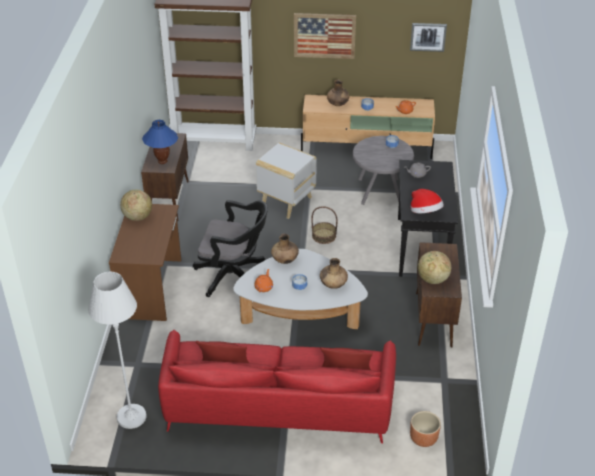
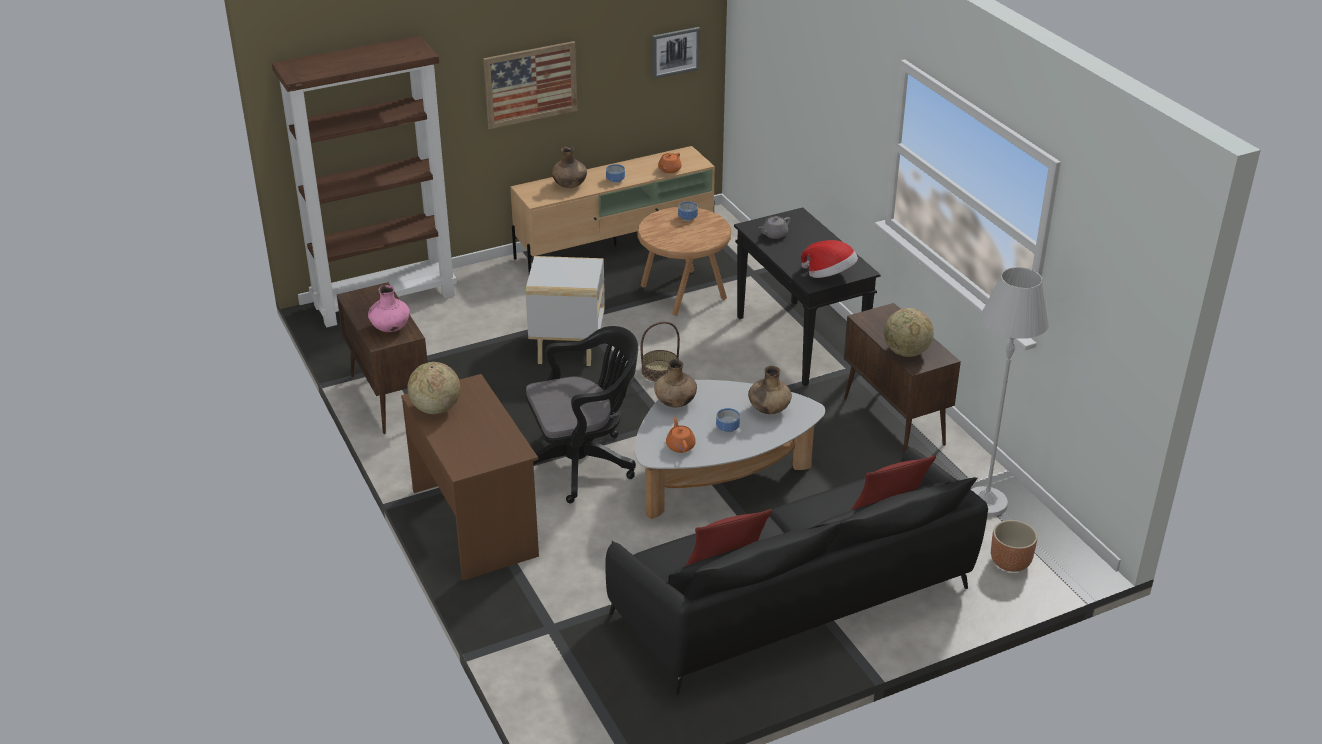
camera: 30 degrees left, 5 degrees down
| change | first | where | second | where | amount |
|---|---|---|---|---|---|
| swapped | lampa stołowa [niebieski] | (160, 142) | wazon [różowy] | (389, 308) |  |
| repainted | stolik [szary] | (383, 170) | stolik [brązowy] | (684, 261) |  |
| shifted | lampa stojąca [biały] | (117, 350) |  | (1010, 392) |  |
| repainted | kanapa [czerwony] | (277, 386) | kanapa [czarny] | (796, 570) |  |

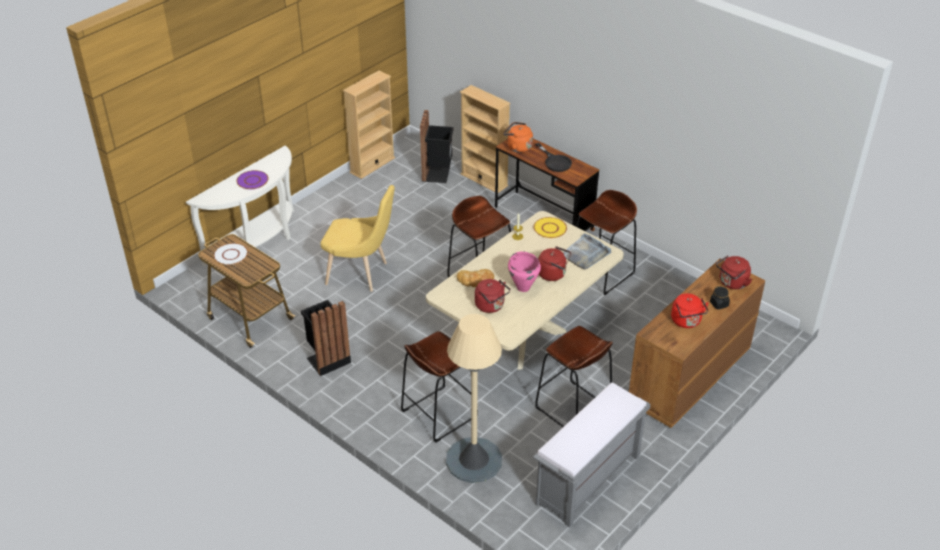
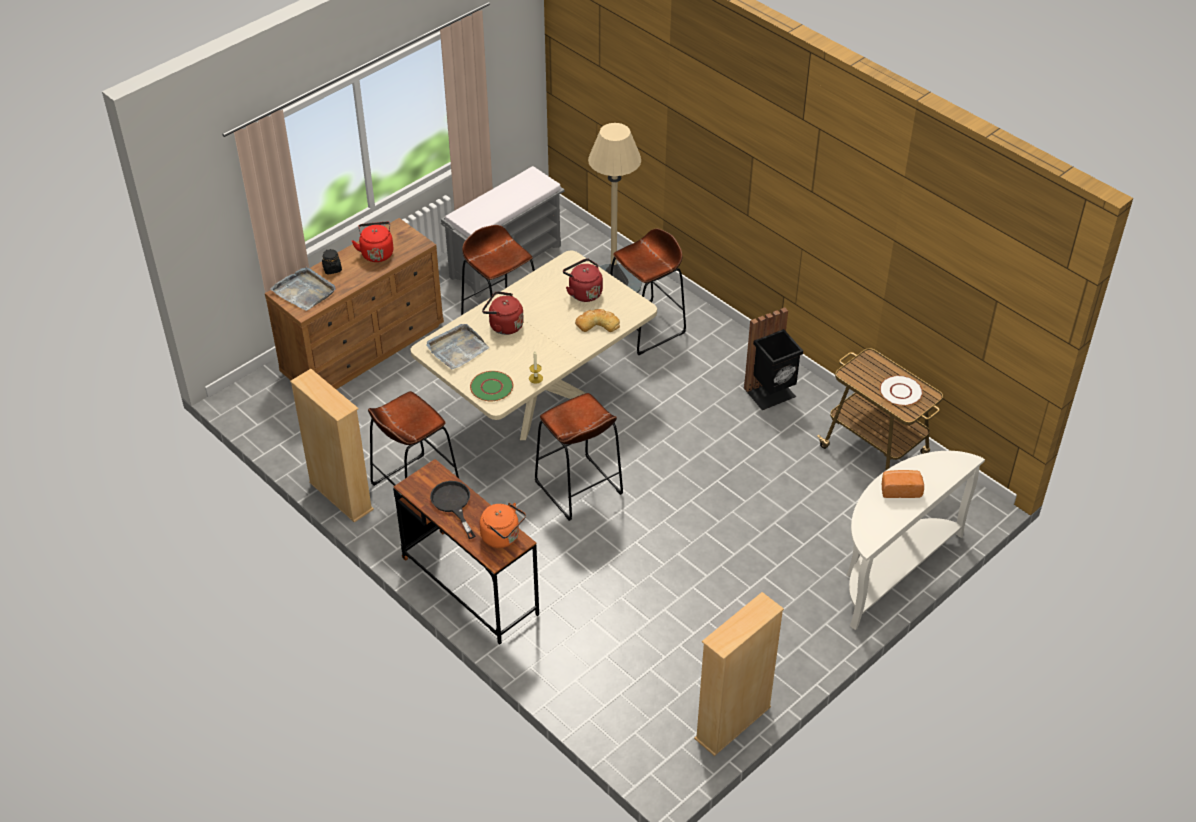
camera: 175 degrees left, 5 degrees up
| change | first | where | second | where | amount |
|---|---|---|---|---|---|
| shifted | regał [beżowy] | (485, 139) |  | (332, 445) |  |
| gone | kosz na śmieci [czarny] | (436, 146) |  |  |  |
| swapped | talerz [fioletowy] | (252, 179) | chleb | (903, 484) |  |
| gone | krzesło [żółty] | (357, 238) |  |  |  |
| repainted | talerz [żółty] | (550, 227) | talerz [zielony] | (491, 386) |  |
| gone | garnek [różowy] | (524, 271) |  |  |  |
| swapped | czajnik [czerwony] | (734, 272) | taca [szary] | (302, 289) |  |

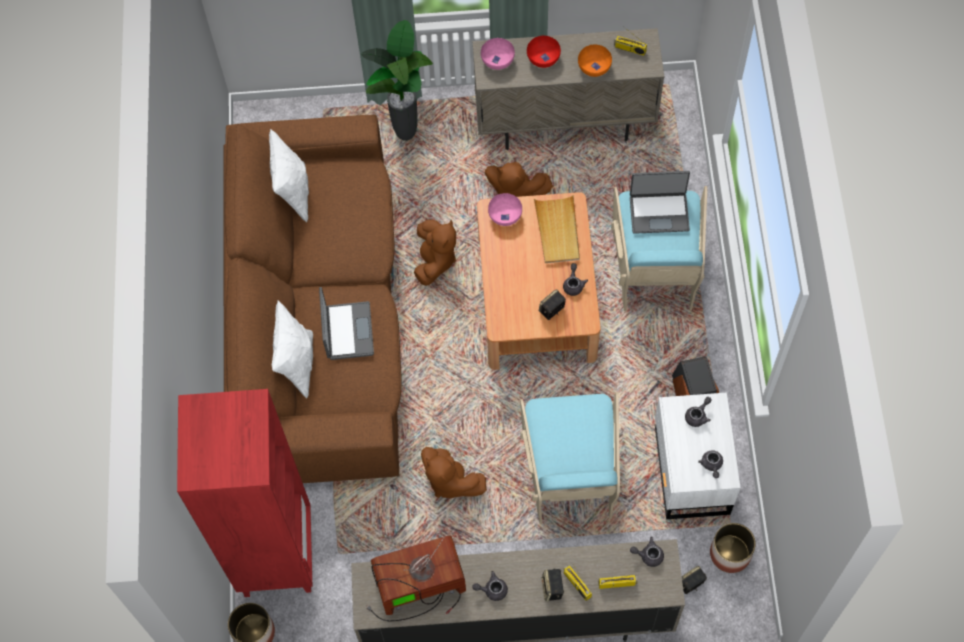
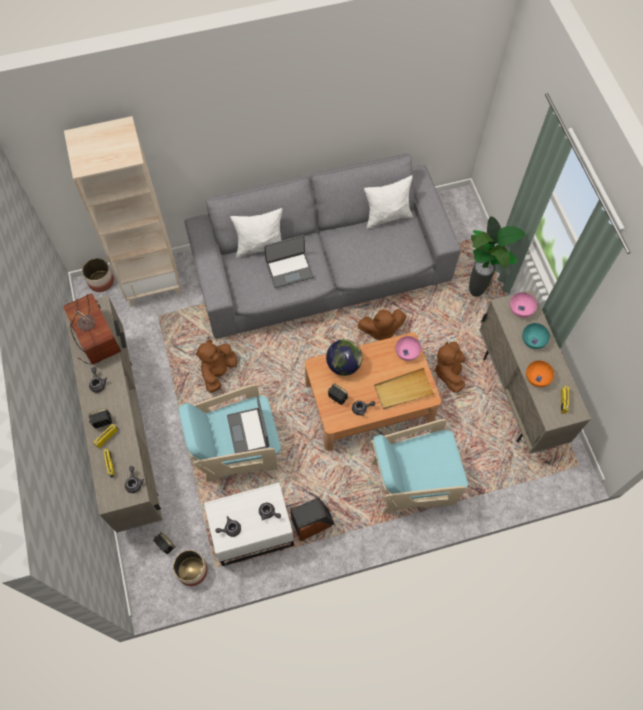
camera: 75 degrees right, 0 degrees up
| change | first | where | second | where | amount |
|---|---|---|---|---|---|
| repainted | miska [czerwony] | (544, 52) | miska [turkusowy] | (536, 336) |  |
| repainted | kanapa [brązowy] | (312, 299) | kanapa [szary] | (322, 246) |  |
| shifted | laptop | (660, 202) |  | (248, 424) |  |
| repainted | regał [czerwony] | (245, 493) | regał [beżowy] | (123, 211) |  |
| new |  |  | globus | (344, 357) |  |

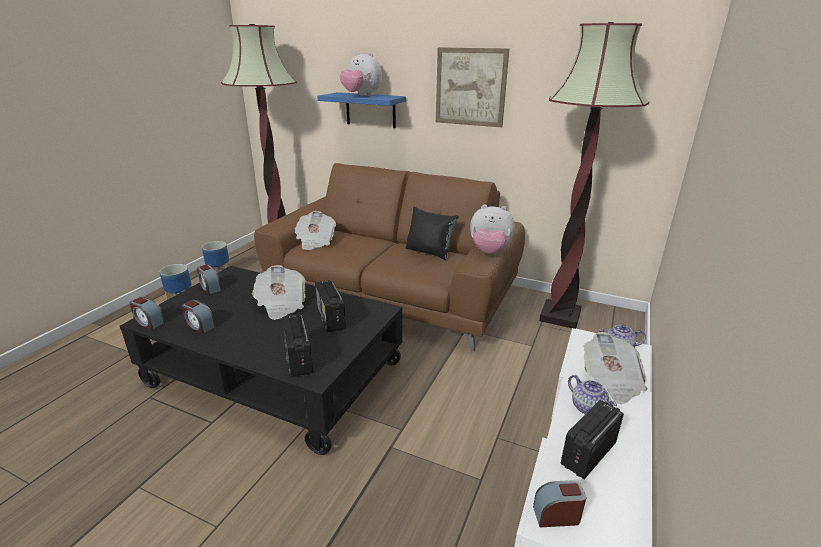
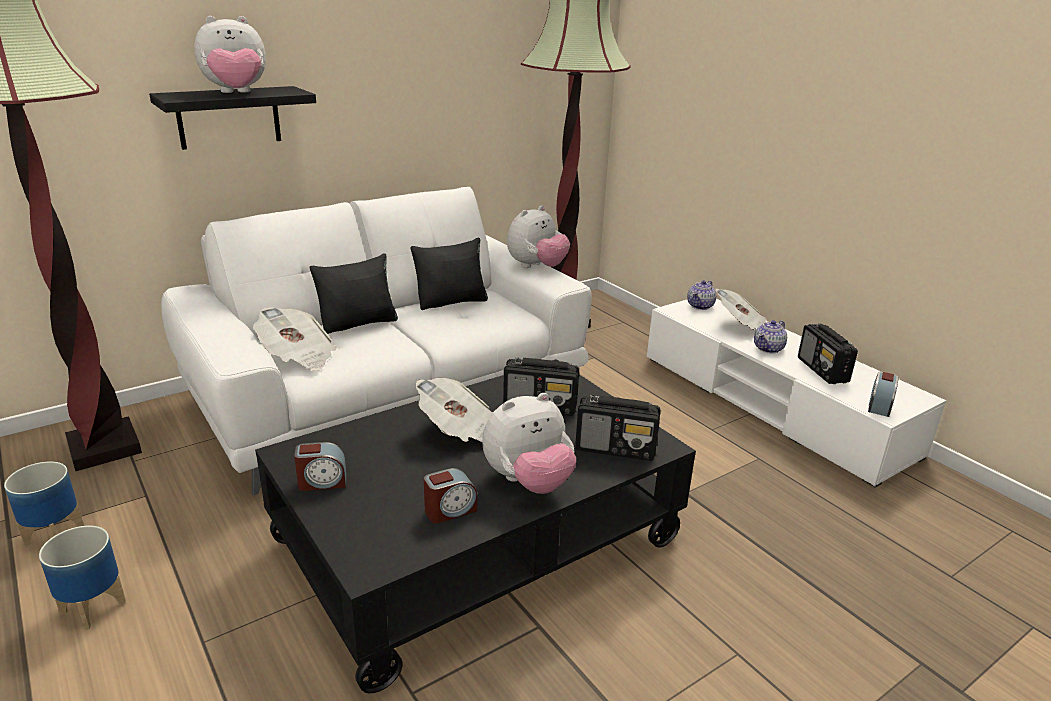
camera: 60 degrees left, 0 degrees up
| change | first | where | second | where | amount |
|---|---|---|---|---|---|
| gone | obraz | (472, 87) |  |  |  |
| repainted | półka [niebieski] | (361, 110) | półka [czarny] | (232, 118) |  |
| repainted | kanapa [brązowy] | (389, 257) | kanapa [biały] | (376, 341) |  |
| gone | budzik | (147, 313) |  |  |  |
| rotated | imbryk | (592, 394) |  | (770, 336) | 135 degrees clockwise |
| new |  |  | poduszka [czarny] | (353, 293) |  |
| new |  |  | pluszak | (529, 443) |  |

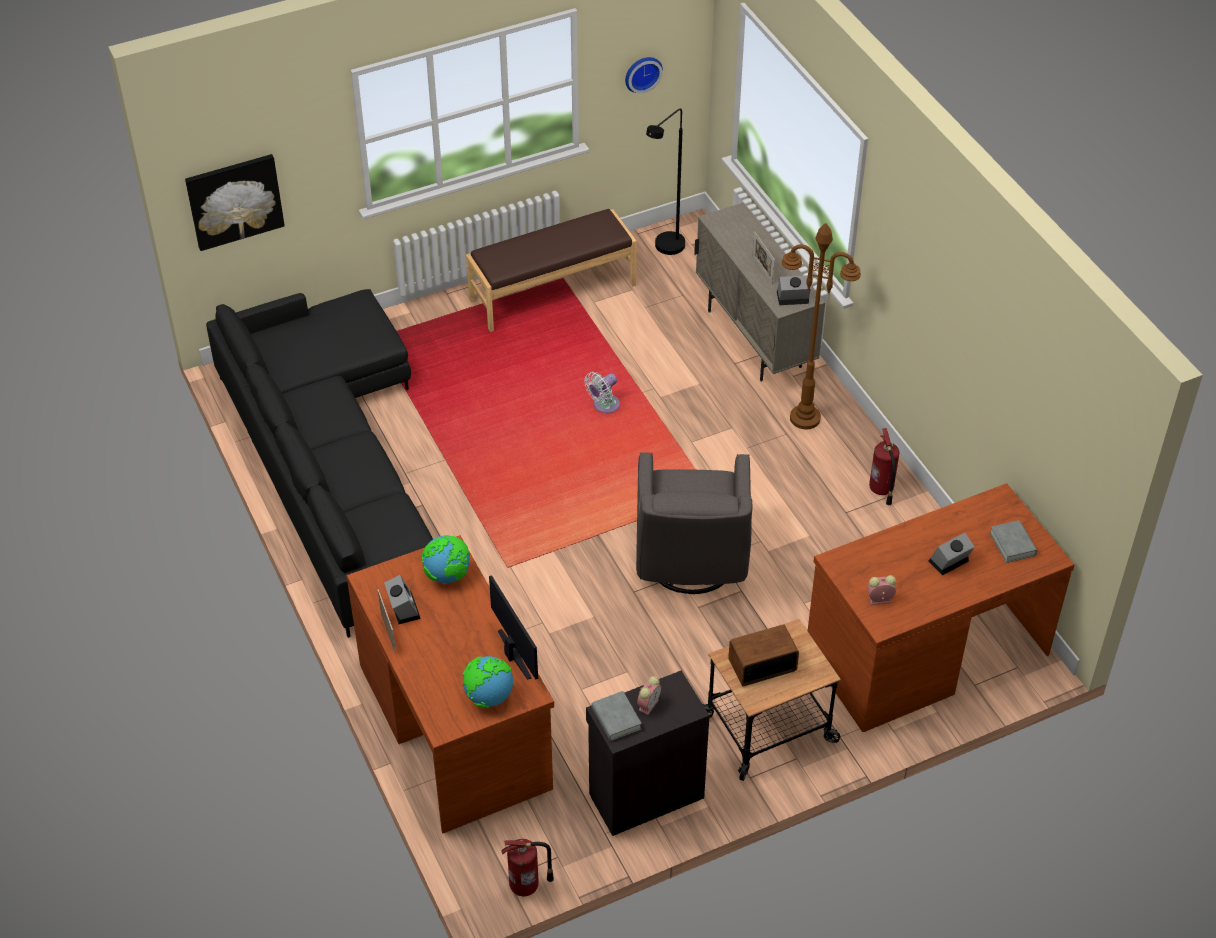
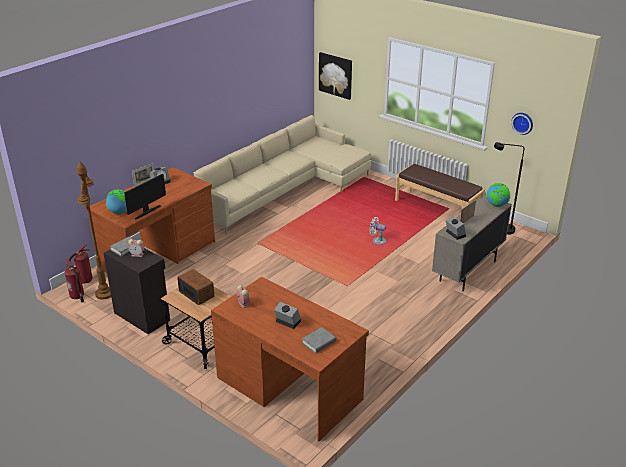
camera: 65 degrees right, 15 degrees down
| change | first | where | second | where | amount |
|---|---|---|---|---|---|
| shifted | lampa stojąca [brązowy] | (821, 326) |  | (94, 230) |  |
| repainted | kanapa [czarny] | (319, 463) | kanapa [beżowy] | (282, 174) |  |
| shifted | gaśnica | (884, 466) |  | (80, 263) |  |
| gone | fotel [szary] | (694, 523) |  |  |  |
| shifted | globus | (446, 559) |  | (498, 195) |  |

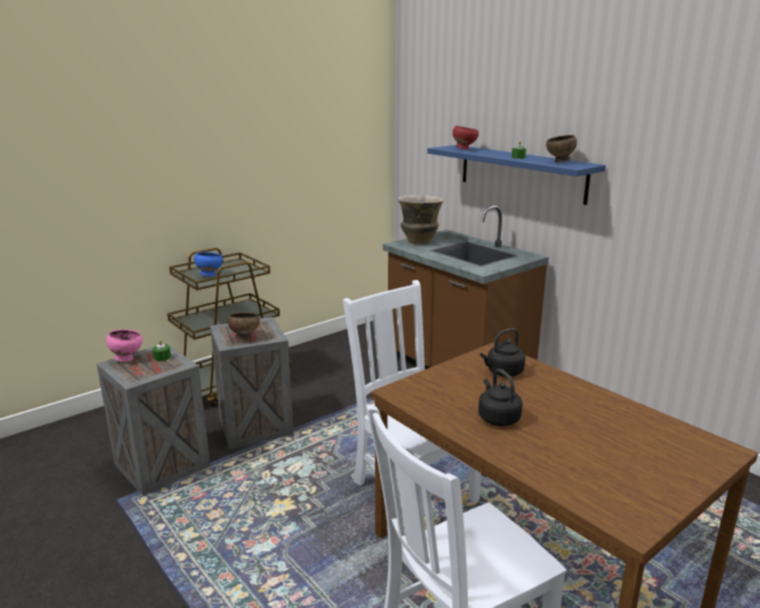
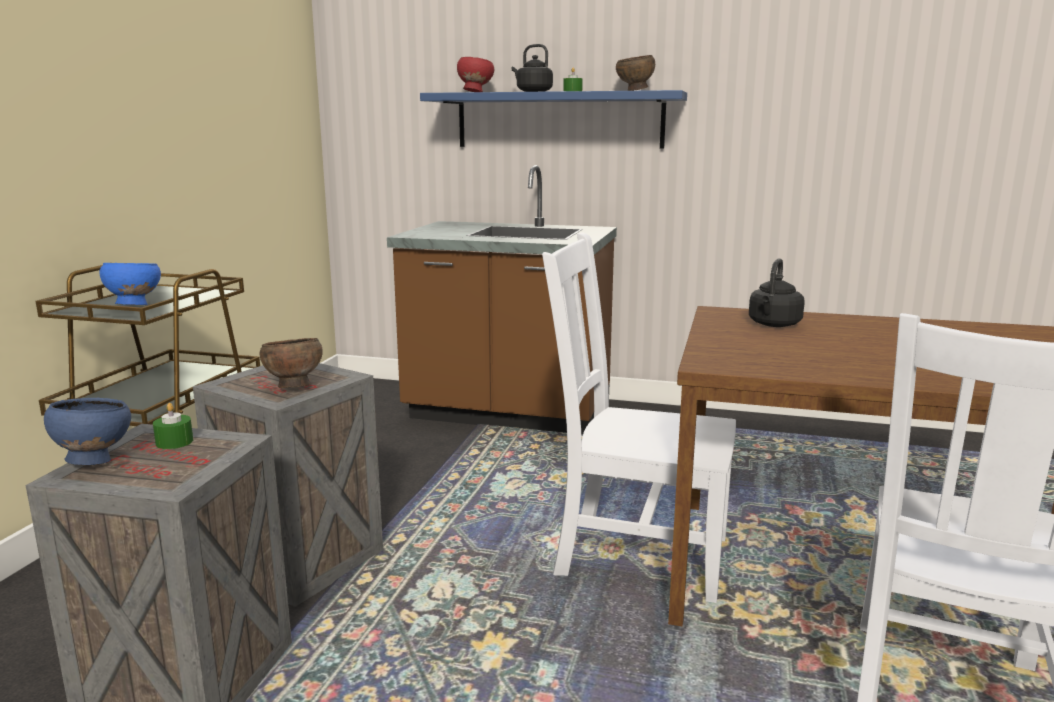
camera: 35 degrees left, 5 degrees down
| change | first | where | second | where | amount |
|---|---|---|---|---|---|
| gone | wazon | (421, 219) |  |  |  |
| repainted | miska [różowy] | (124, 345) | miska [niebieski] | (87, 431) |  |
| shifted | czajnik [czarny] | (500, 397) |  | (532, 68) |  |

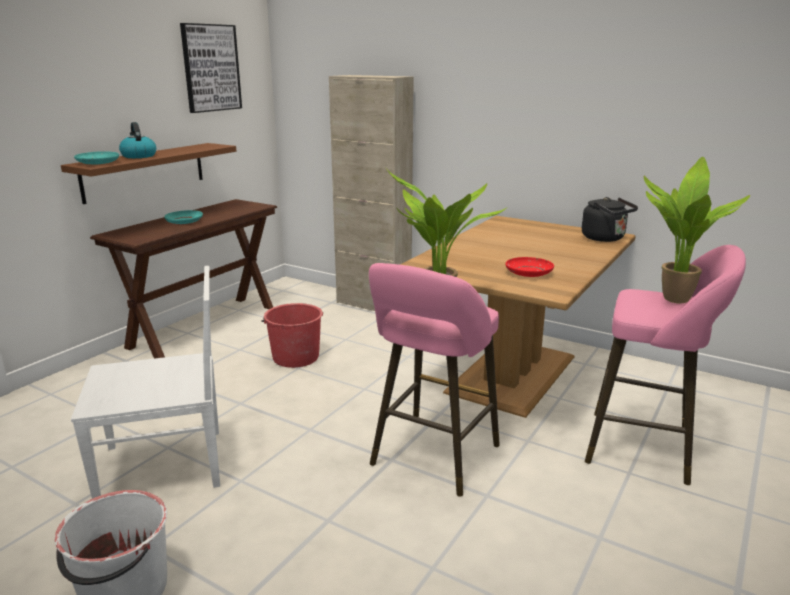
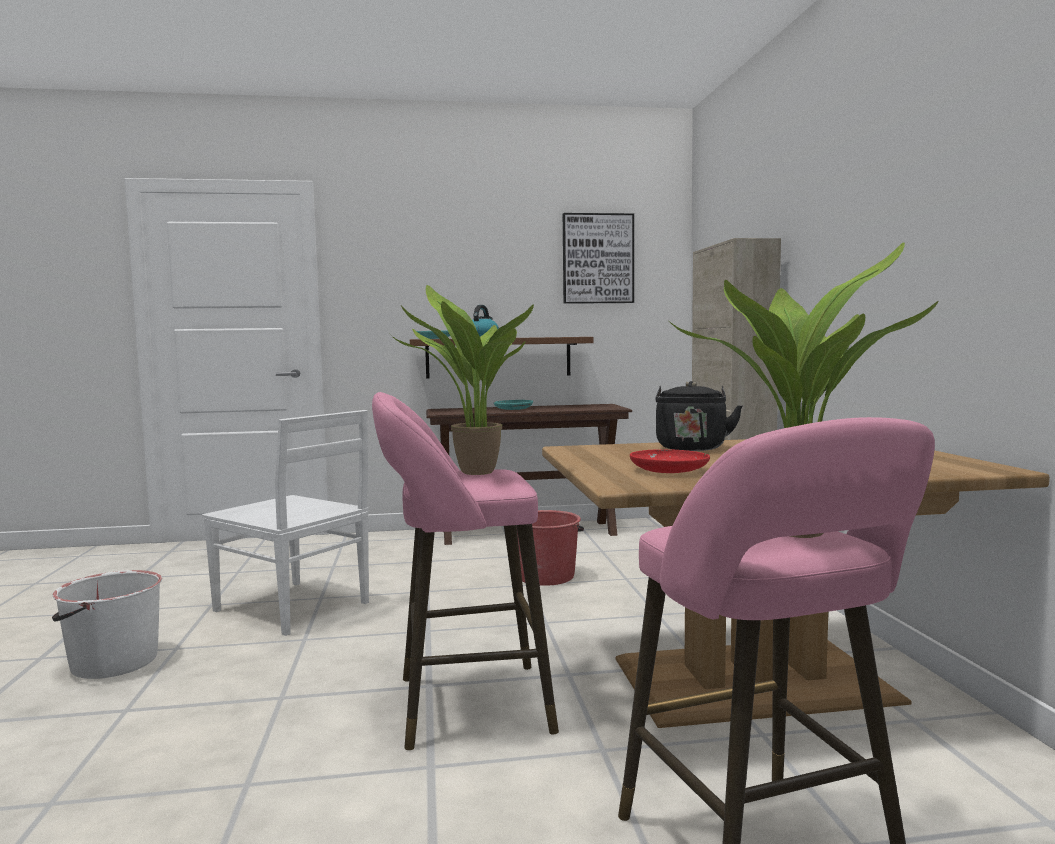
camera: 50 degrees right, 15 degrees down
| change | first | where | second | where | amount |
|---|---|---|---|---|---|
| shifted | czajnik [czarny] | (610, 219) |  | (699, 416) |  |

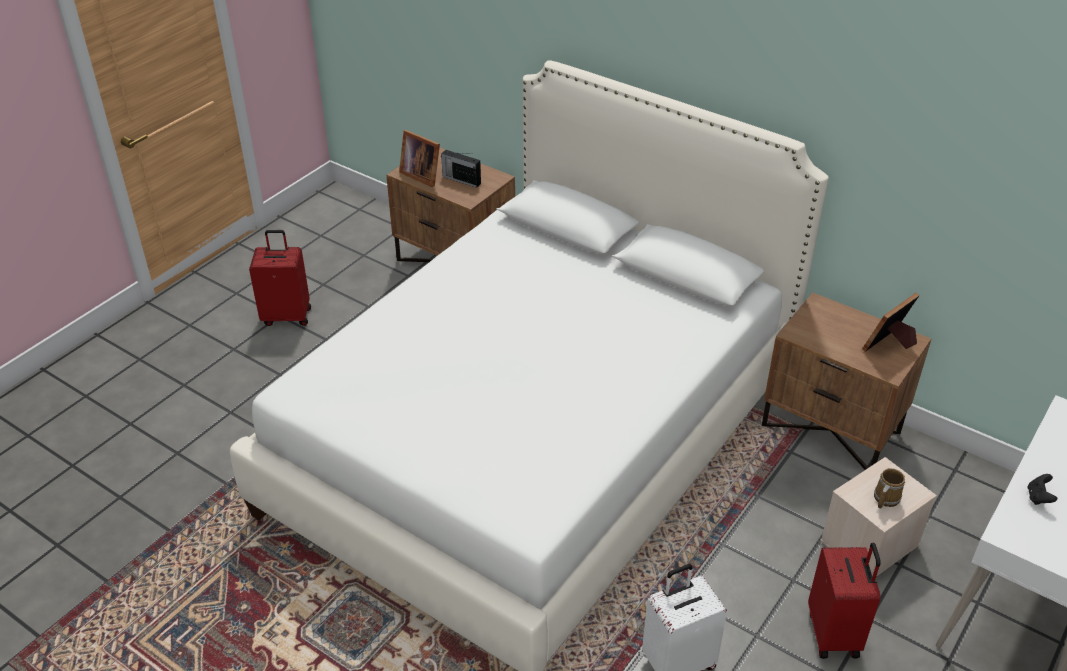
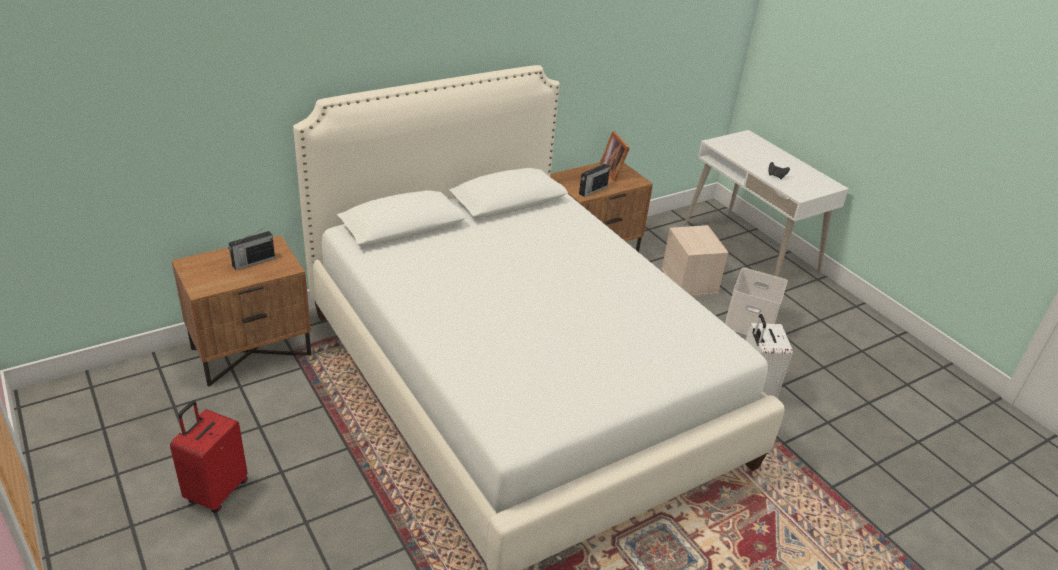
camera: 70 degrees left, 5 degrees down
| change | first | where | second | where | amount |
|---|---|---|---|---|---|
| gone | ramka na zdjęcie | (419, 158) |  |  |  |
| gone | kubek | (889, 488) |  |  |  |
| swapped | walizka [czerwony] | (844, 601) | pojemnik do przechowywania [biały] | (756, 301) |  |
| new |  |  | radio | (594, 178) |  |

